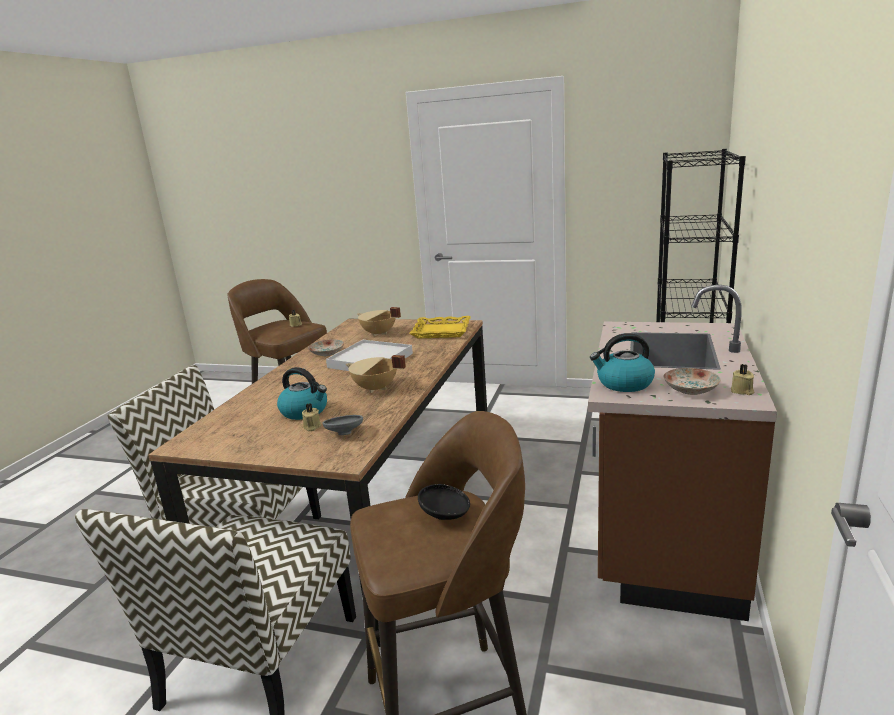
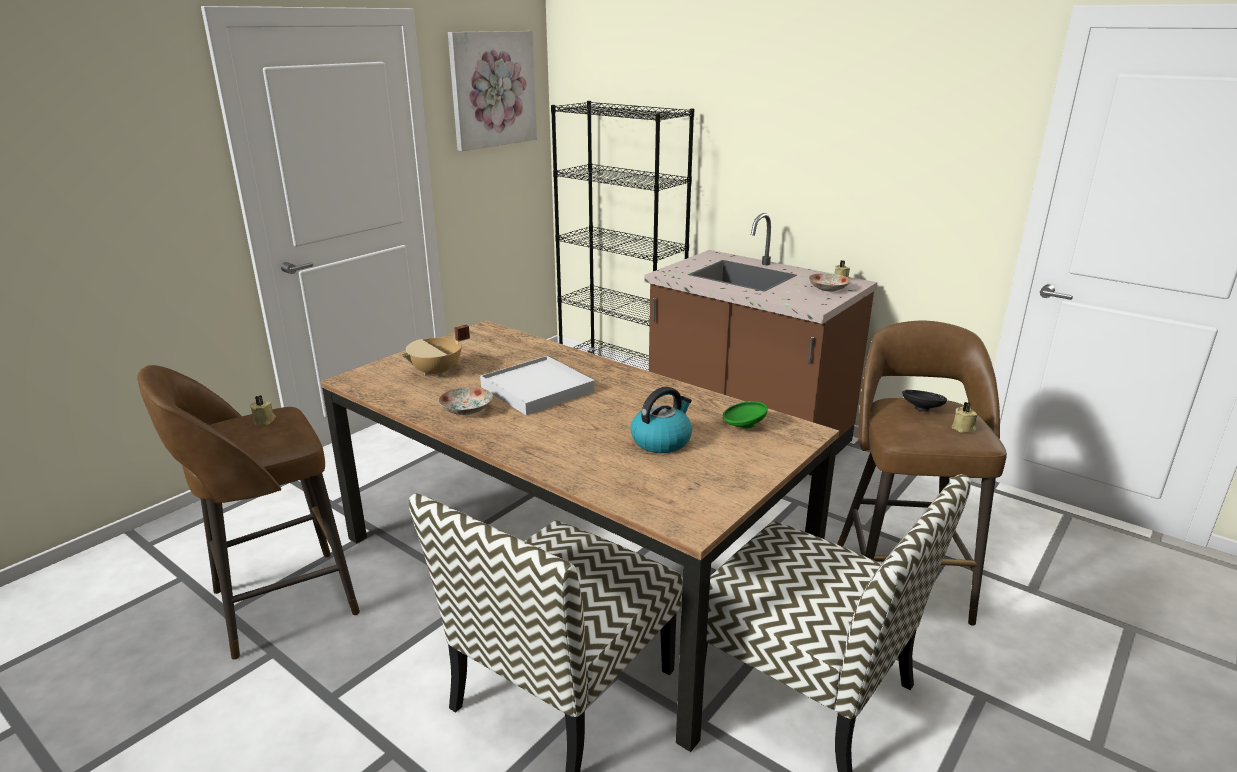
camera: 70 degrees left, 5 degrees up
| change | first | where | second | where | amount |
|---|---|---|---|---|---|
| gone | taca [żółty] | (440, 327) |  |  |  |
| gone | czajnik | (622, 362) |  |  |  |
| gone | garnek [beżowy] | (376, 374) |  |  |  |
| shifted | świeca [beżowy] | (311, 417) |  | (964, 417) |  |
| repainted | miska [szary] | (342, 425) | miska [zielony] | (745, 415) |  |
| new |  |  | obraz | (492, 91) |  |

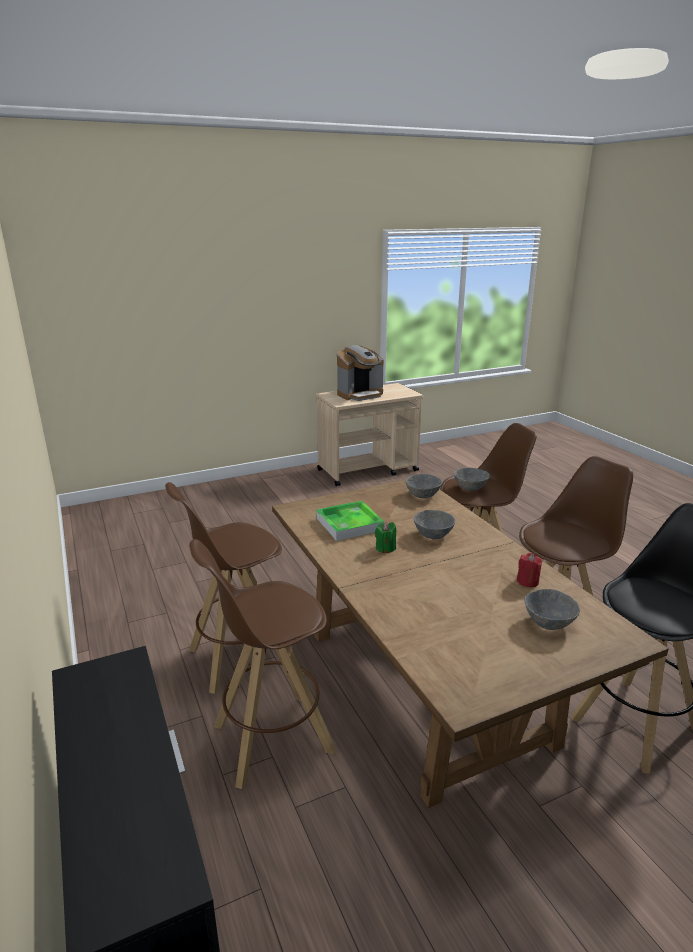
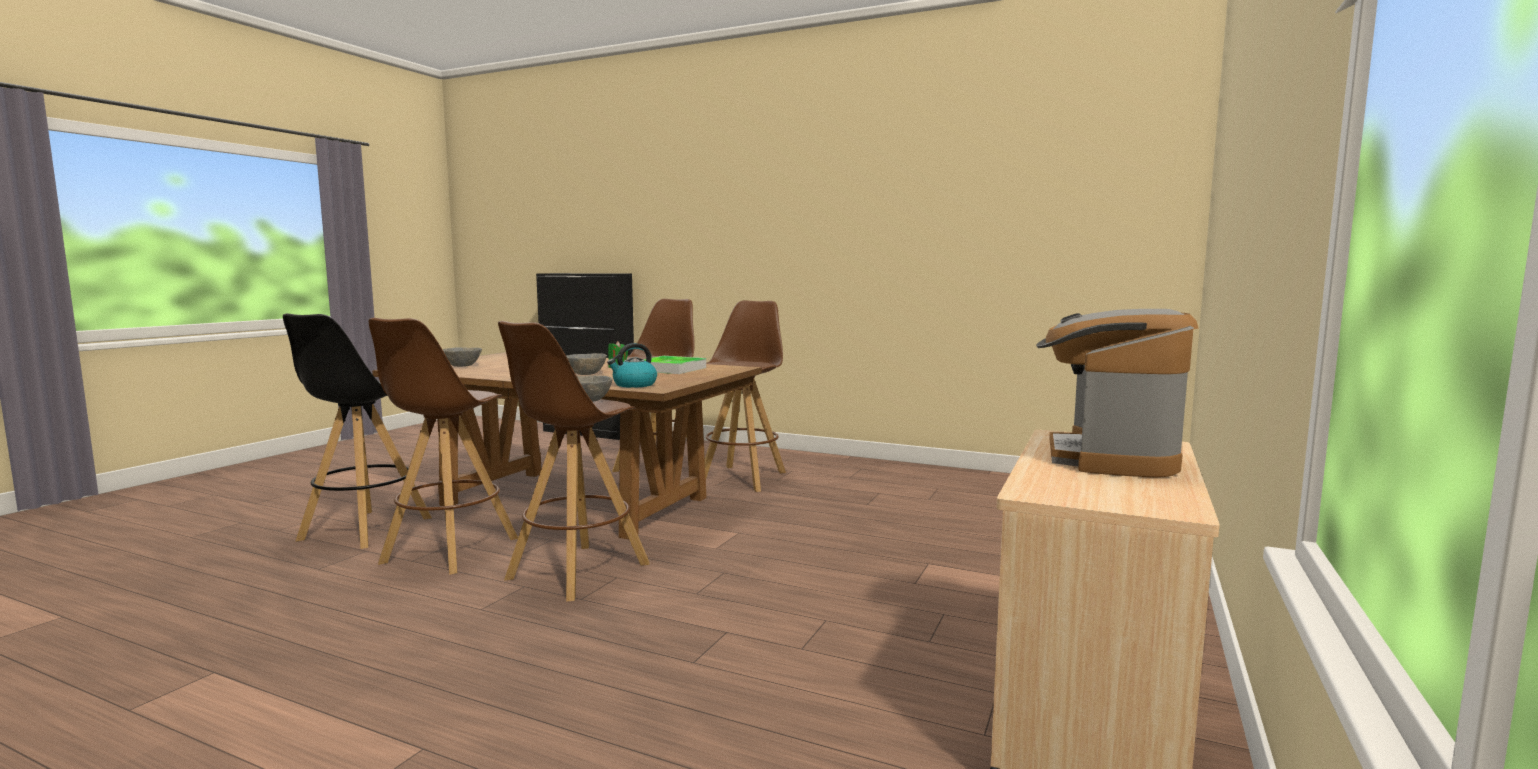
camera: 140 degrees right, 15 degrees down
| change | first | where | second | where | amount |
|---|---|---|---|---|---|
| swapped | miska [szary] | (423, 486) | czajnik | (632, 365) |  |
| gone | świeca [czerwony] | (530, 570) |  |  |  |

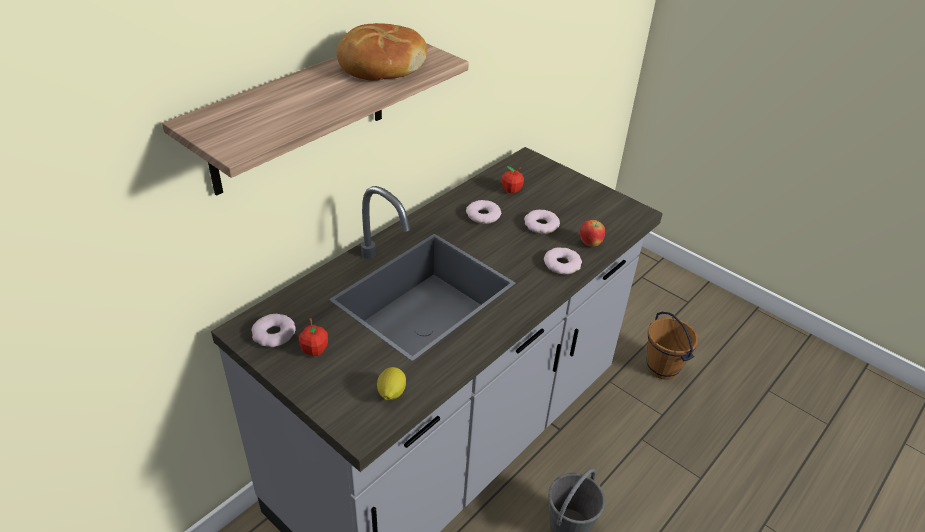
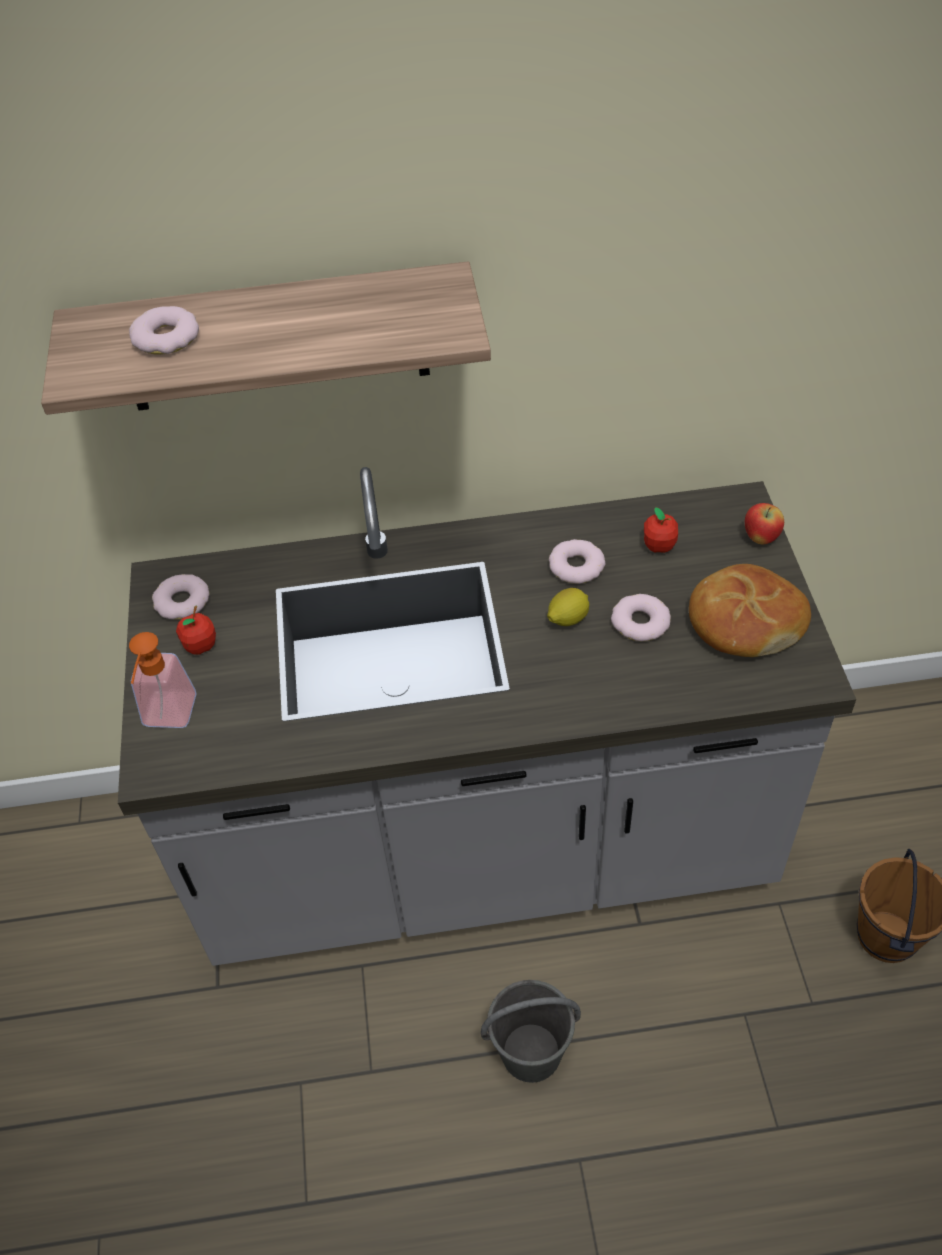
camera: 45 degrees right, 10 degrees up
| change | first | where | second | where | amount |
|---|---|---|---|---|---|
| shifted | chleb | (382, 52) |  | (750, 610) |  |
| shifted | jabłko | (592, 233) |  | (764, 523) |  |
| shifted | donut | (563, 260) |  | (164, 330) |  |
| shifted | cytryna | (391, 383) |  | (568, 607) |  |
| new |  |  | dozownik mydła | (163, 680) |  |

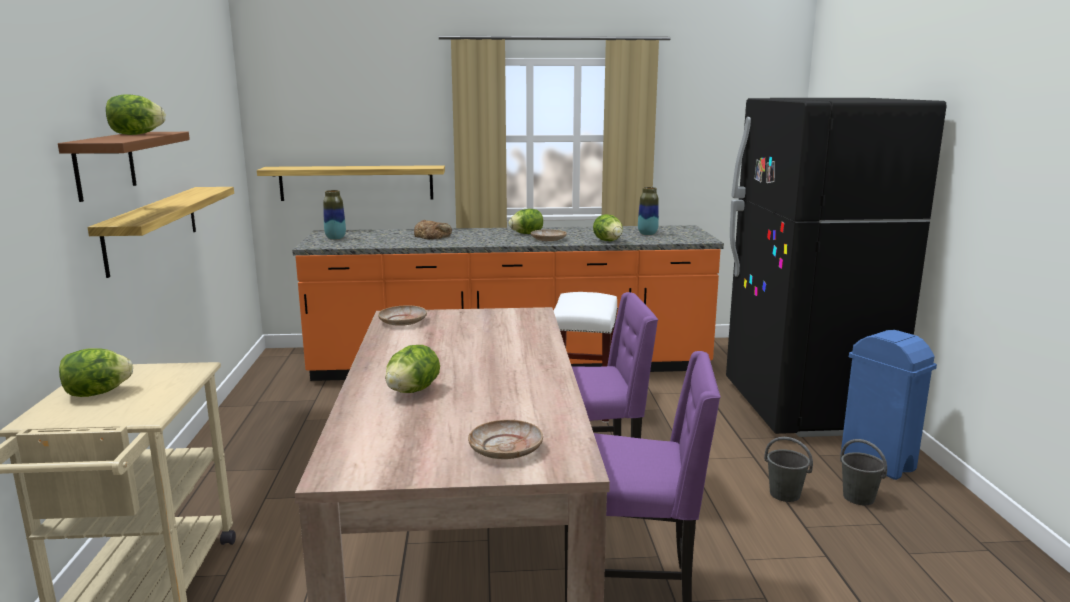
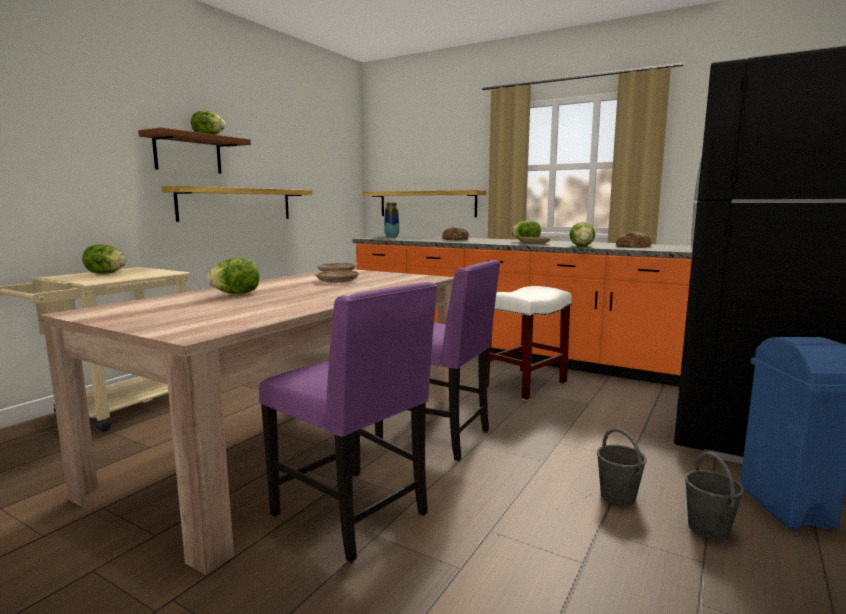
camera: 35 degrees right, 5 degrees down
| change | first | where | second | where | amount |
|---|---|---|---|---|---|
| swapped | wazon | (648, 211) | chleb | (633, 240) |  |
| shifted | talerz [beżowy] | (505, 439) |  | (337, 276) |  |

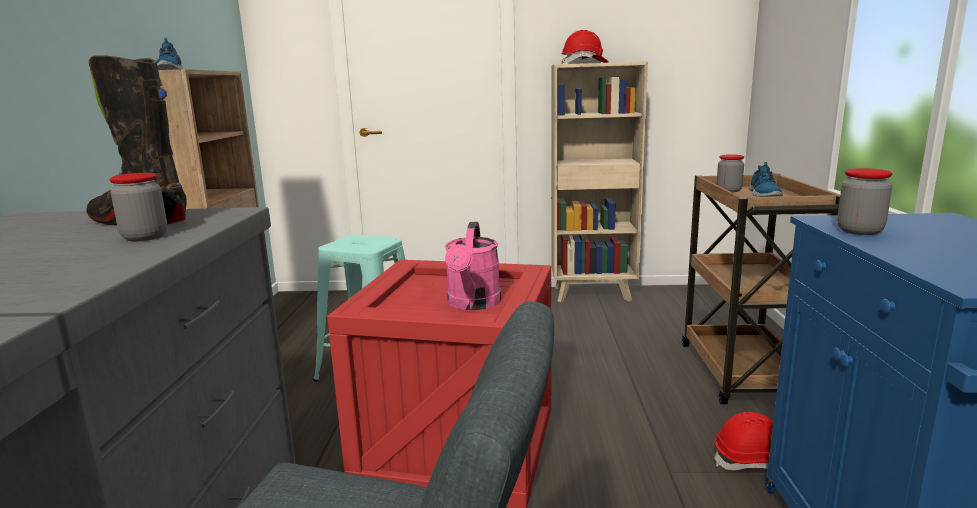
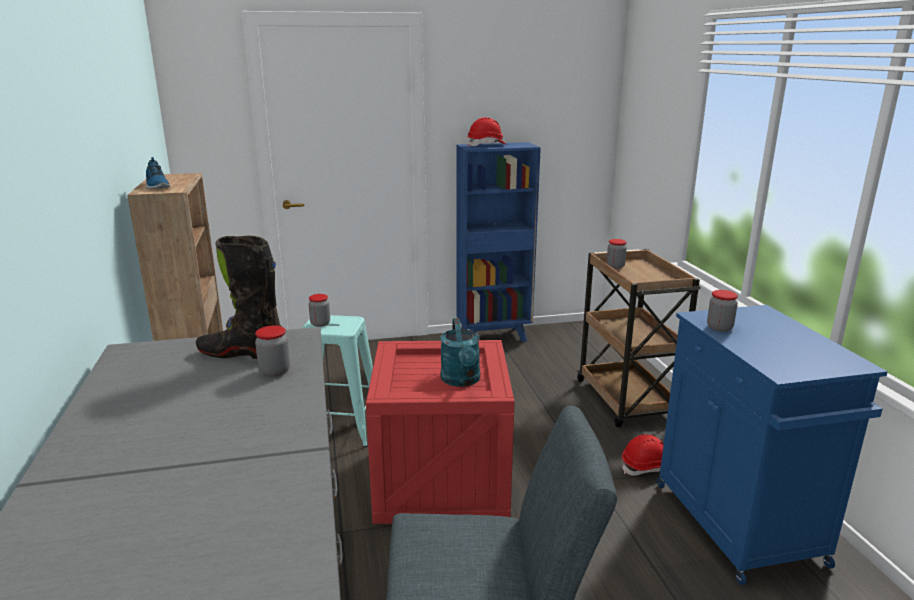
camera: 15 degrees left, 5 degrees up
| change | first | where | second | where | amount |
|---|---|---|---|---|---|
| repainted | regał [beżowy] | (599, 182) | regał [niebieski] | (499, 242) |  |
| gone | but | (766, 179) |  |  |  |
| repainted | konewka [różowy] | (473, 266) | konewka [turkusowy] | (460, 352) |  |
| new |  |  | słoik | (319, 310) |  |

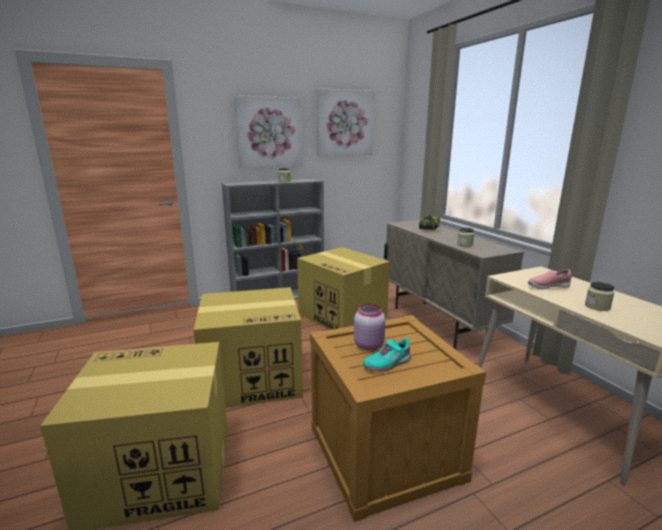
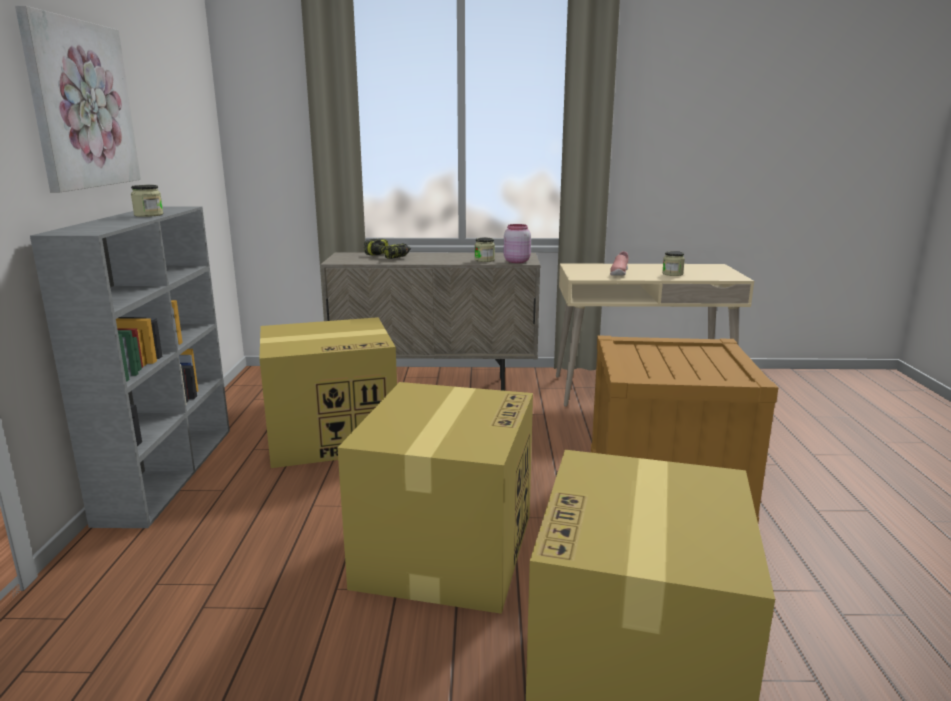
camera: 65 degrees left, 0 degrees up
| change | first | where | second | where | amount |
|---|---|---|---|---|---|
| gone | obraz | (346, 122) |  |  |  |
| shifted | słoik [różowy] | (369, 327) |  | (517, 243) |  |
| gone | but [turkusowy] | (387, 355) |  |  |  |

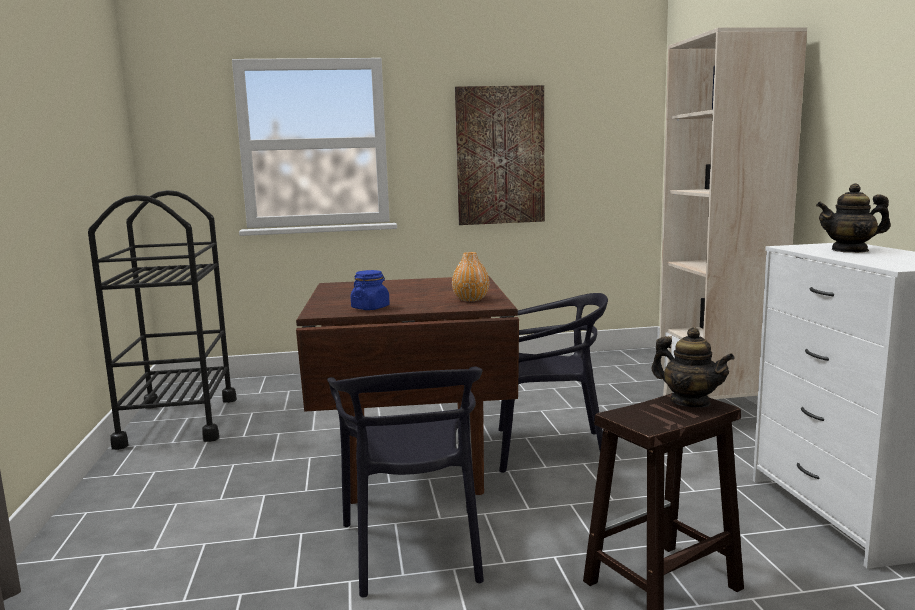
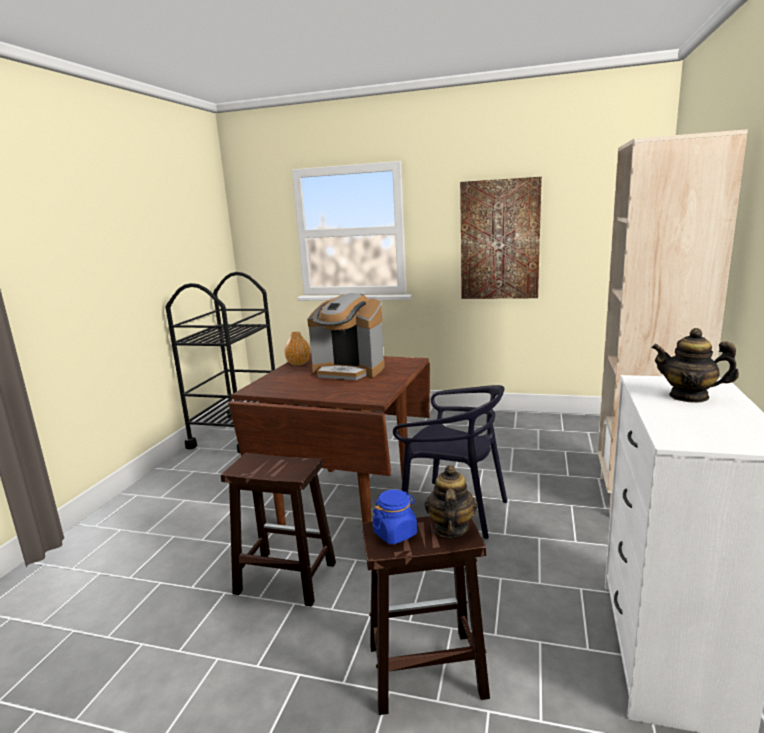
camera: 25 degrees right, 5 degrees up
| change | first | where | second | where | amount |
|---|---|---|---|---|---|
| shifted | wazon [pomarańczowy] | (470, 276) |  | (298, 348) |  |
| shifted | słoik [niebieski] | (370, 290) |  | (395, 516) |  |
| rotated | imbryk | (693, 367) |  | (451, 501) | 150 degrees counterclockwise |
| swapped | krzesło [czarny] | (405, 482) | stołek [brązowy] | (278, 530) |  |
| new |  |  | ekspres do kawy | (346, 336) |  |

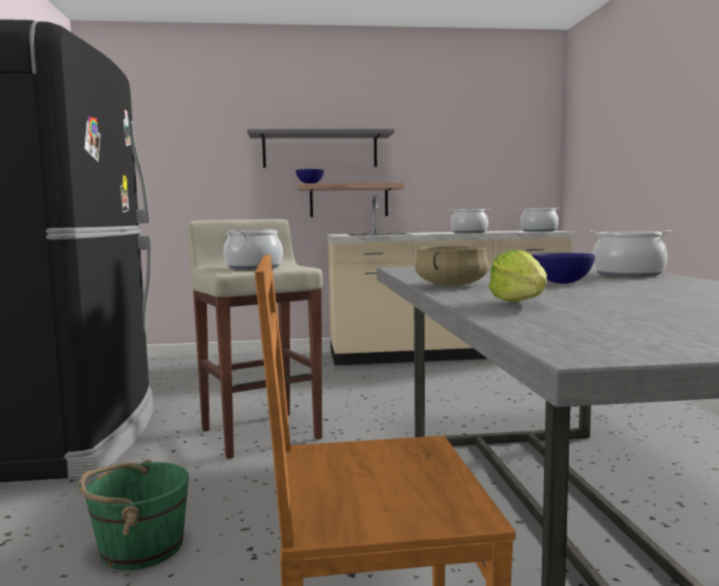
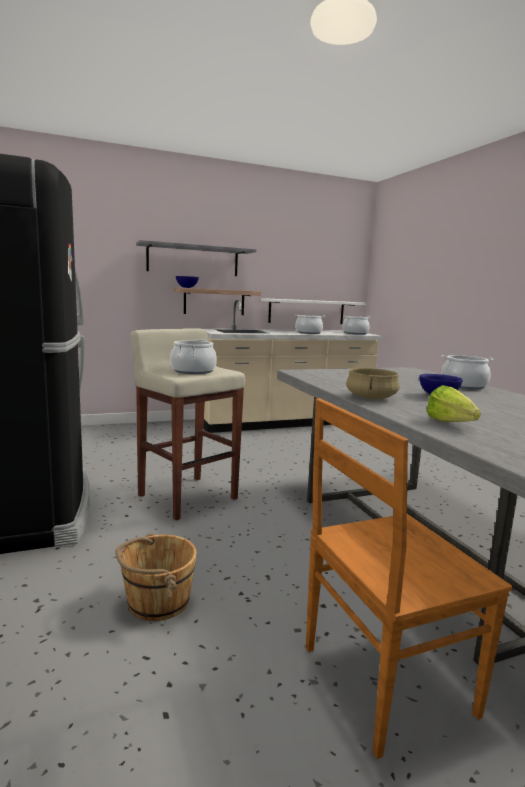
camera: 15 degrees left, 5 degrees up
| change | first | where | second | where | amount |
|---|---|---|---|---|---|
| repainted | wiadro [zielony] | (134, 515) | wiadro [brązowy] | (156, 577) |  |
| new |  |  | półka [biały] | (313, 311) |  |

